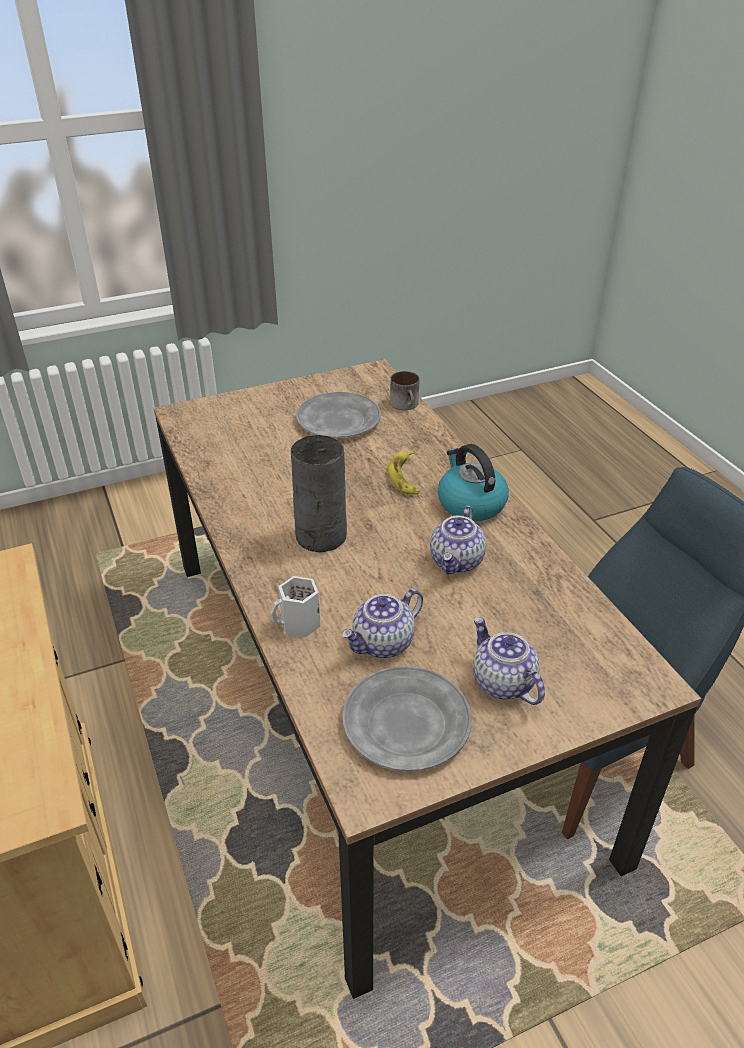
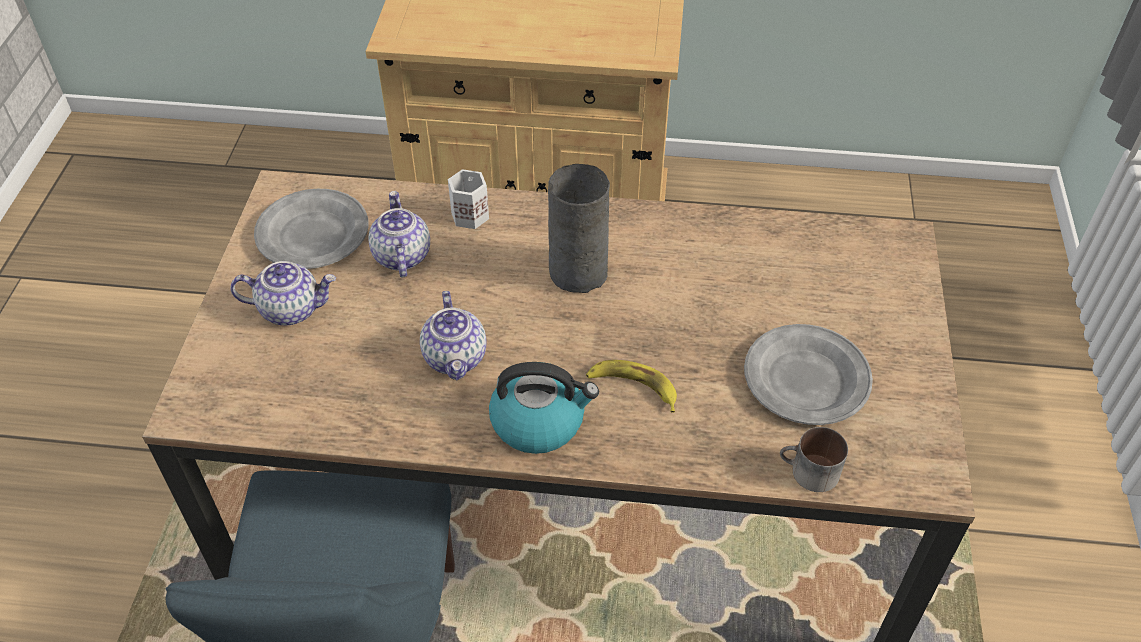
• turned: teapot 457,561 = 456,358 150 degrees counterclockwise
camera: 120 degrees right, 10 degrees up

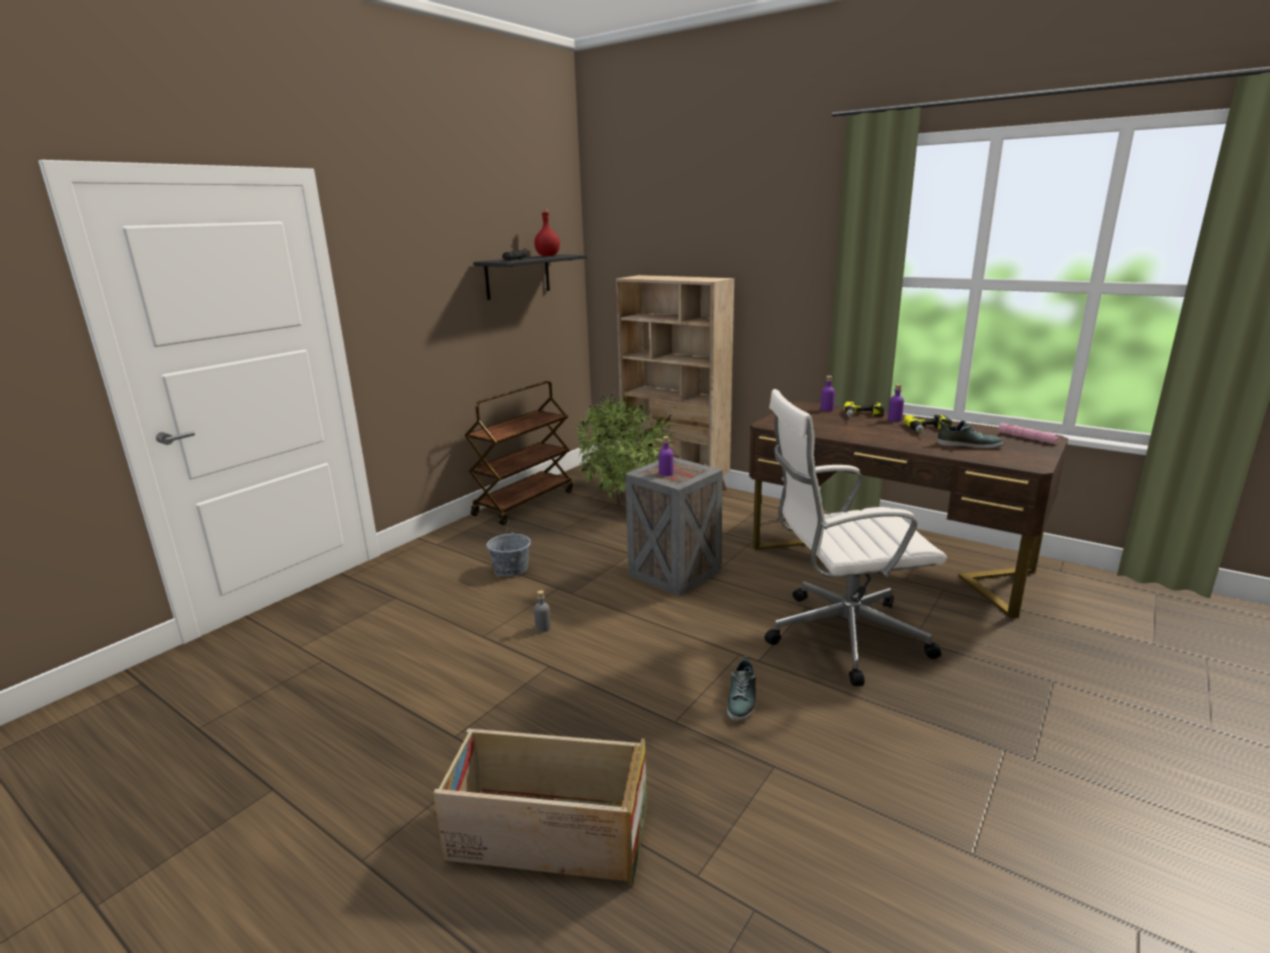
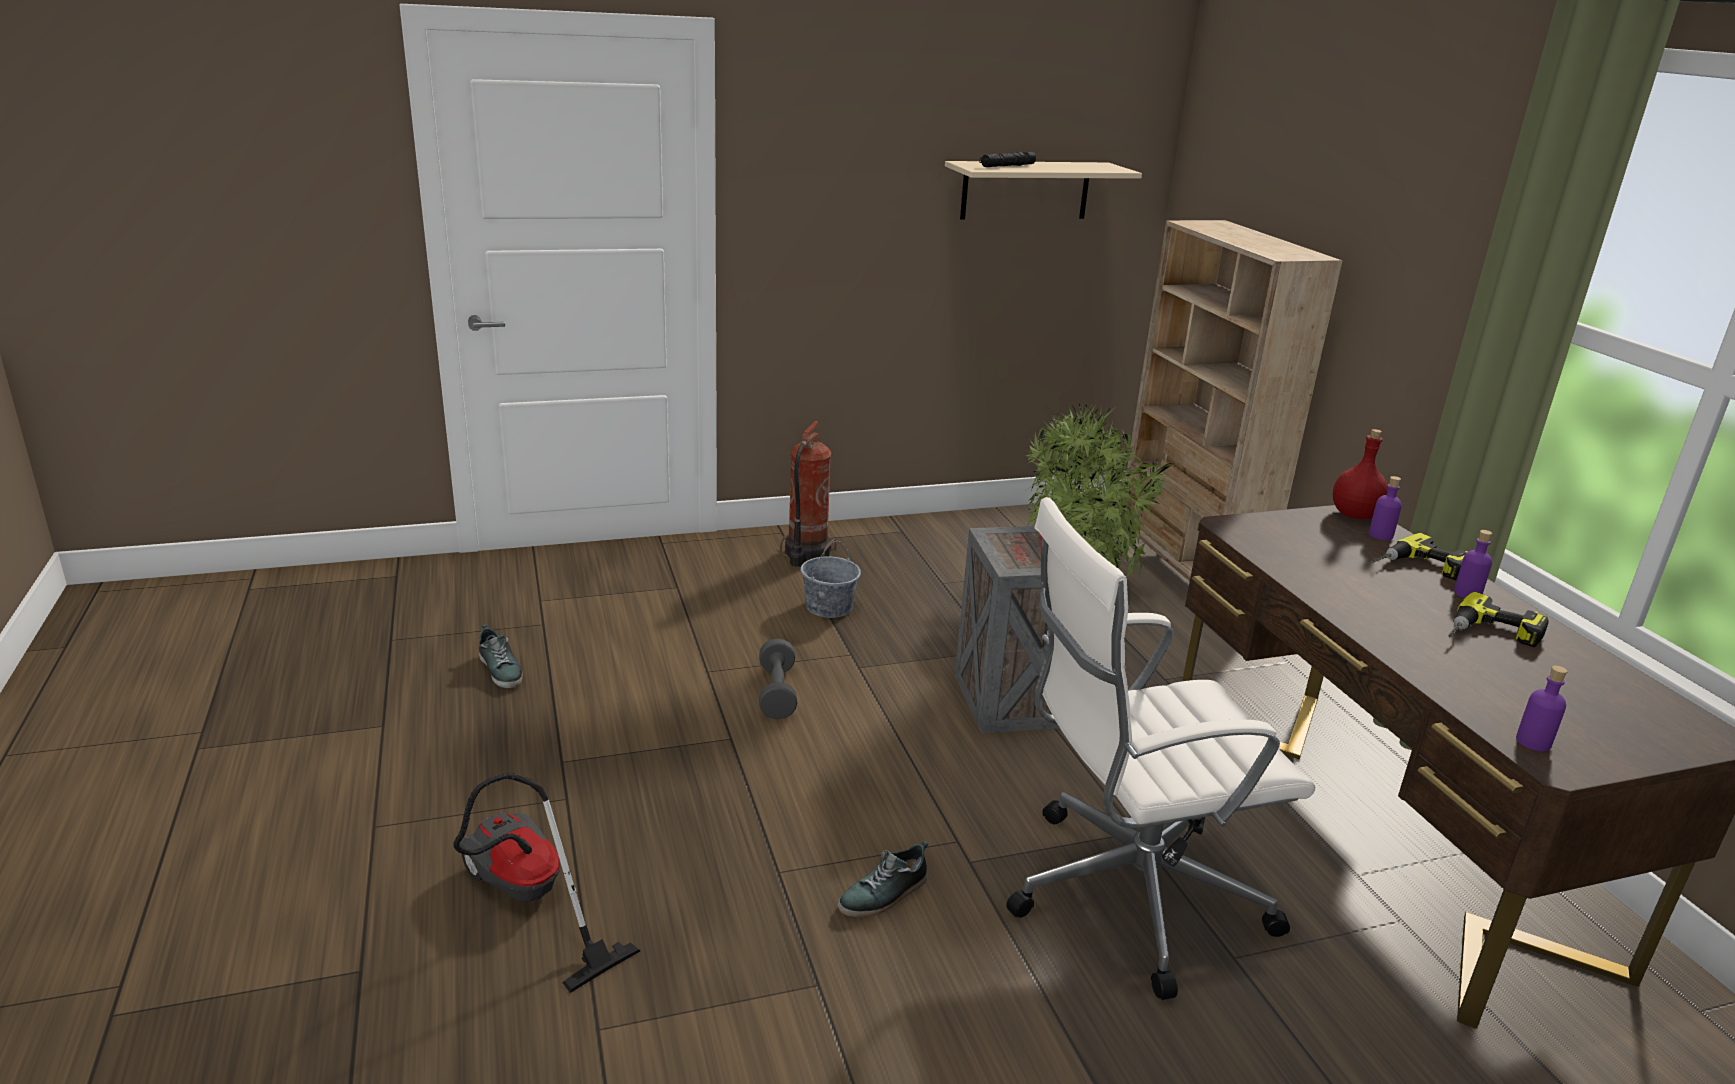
• moved: red-coloured_beverage_bottle 548,256 to 1355,515
• recoloured: black_shelf 518,276 to beige_shelf 1025,190
• removed: brown-coloured_wheeled_cart 524,502
• turned: white_computer_chair 841,635 = 1128,894 45 degrees counterclockwise
• moved: item_of_footwear 968,444 to 501,670
• removed: pink-coloured_flashlight 1027,438
• moved: purple_beverage_bottle 666,473 to 1533,742
• replaced: gray_beverage_bottle 543,628 to gray_hand_weight 777,693
• replaced: crate 547,834 to vacuum_cleaner 525,901
• added: fire-fighting_cylinder 805,554
camera: 35 degrees right, 5 degrees up

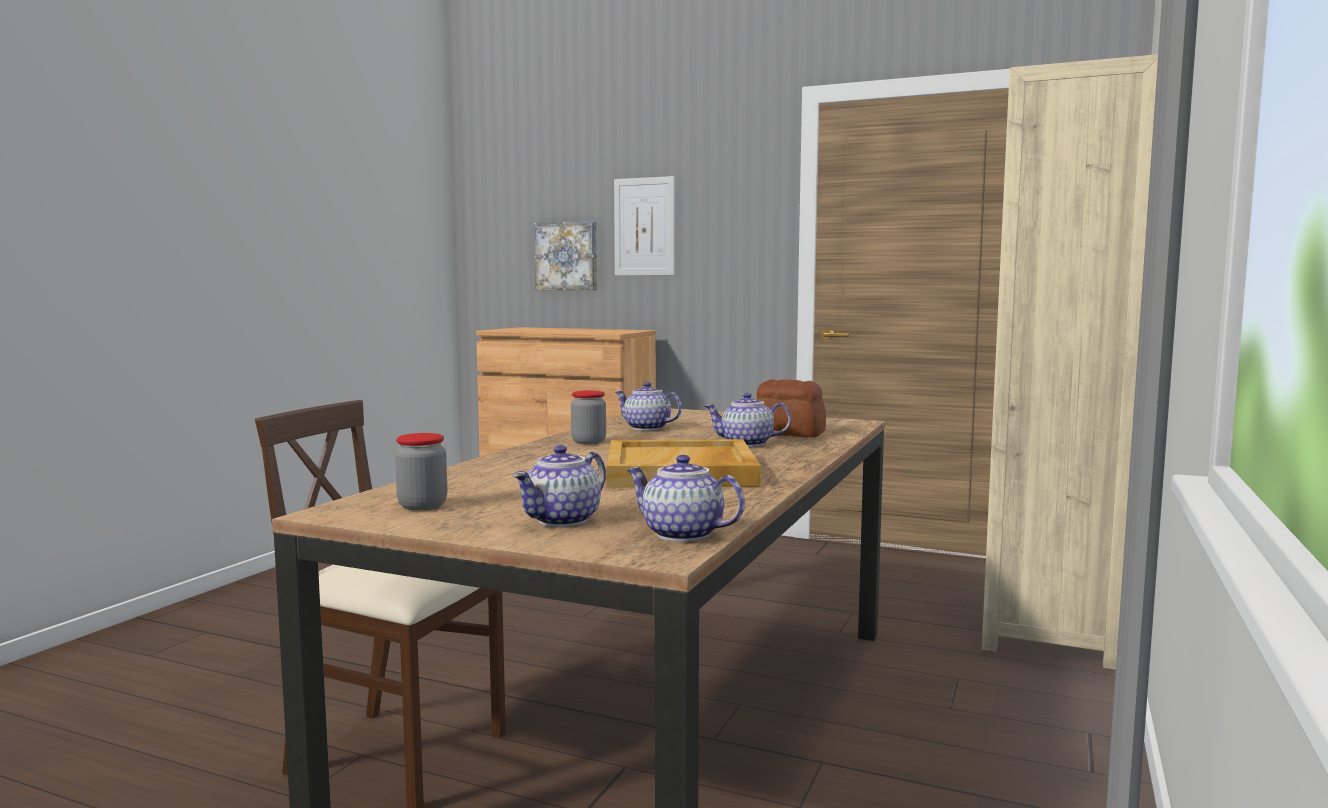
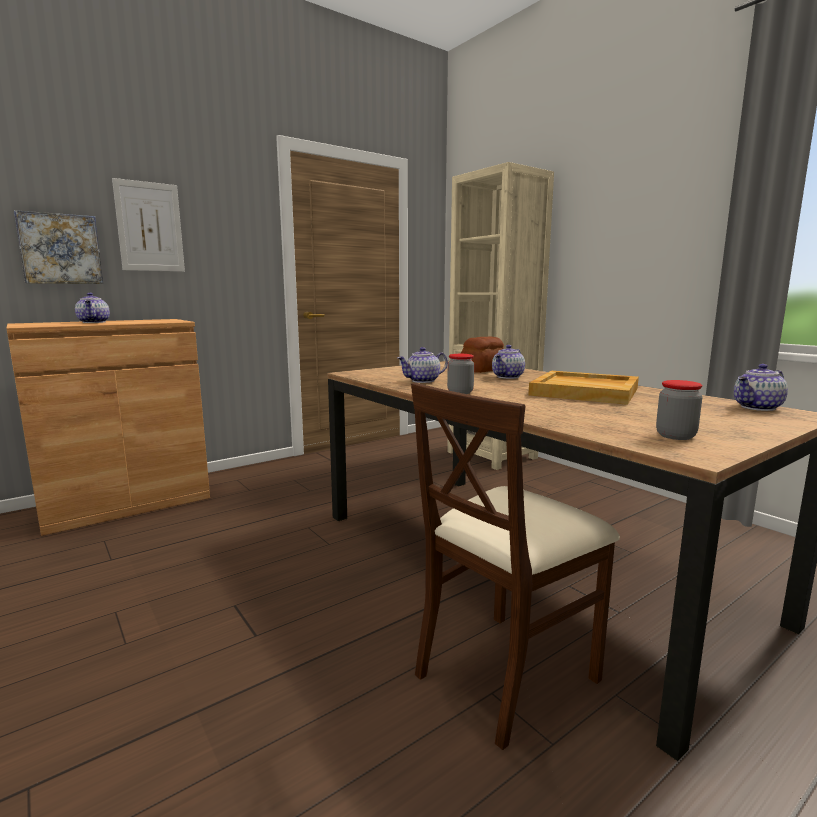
• moved: teapot 563,521 to 94,322
camera: 60 degrees left, 5 degrees up

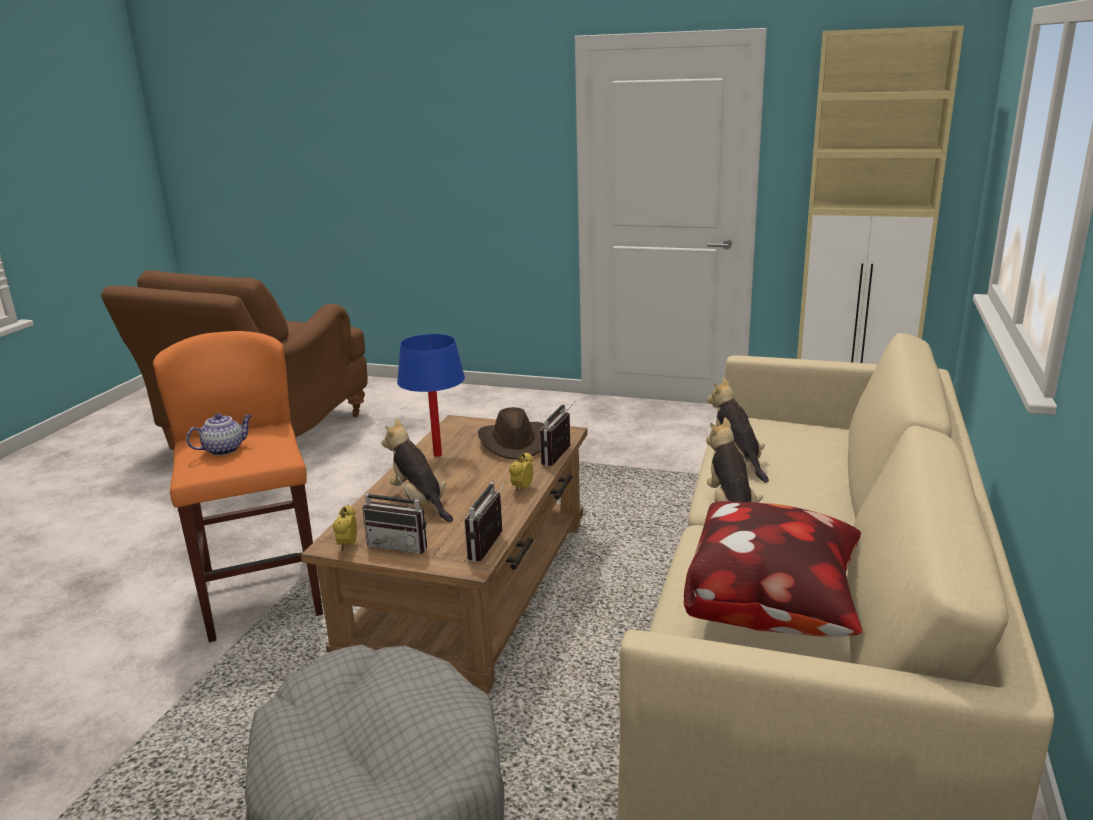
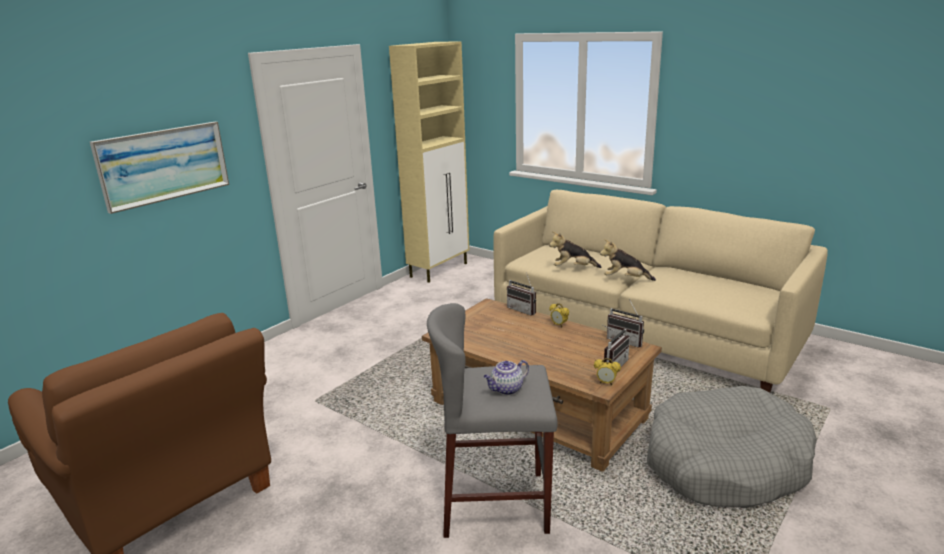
• recoloured: orangey_stool 262,594 to gray_stool 495,503
• removed: blue-coloured_table_lamp 437,455
• removed: brown-coloured_wearable_hat 515,442
• turned: teapot 224,449 = 506,389 105 degrees counterclockwise
• removed: soft_toy 420,502
• removed: cushion 773,610
• added: wall_art 164,164
camera: 70 degrees left, 0 degrees up

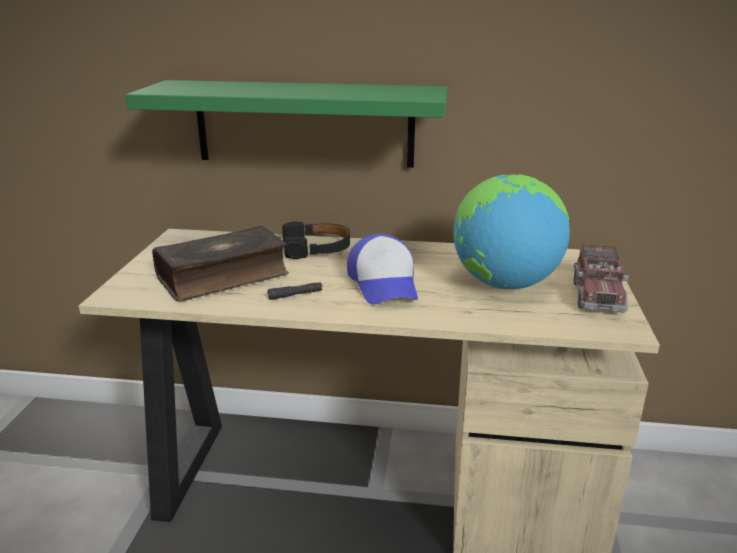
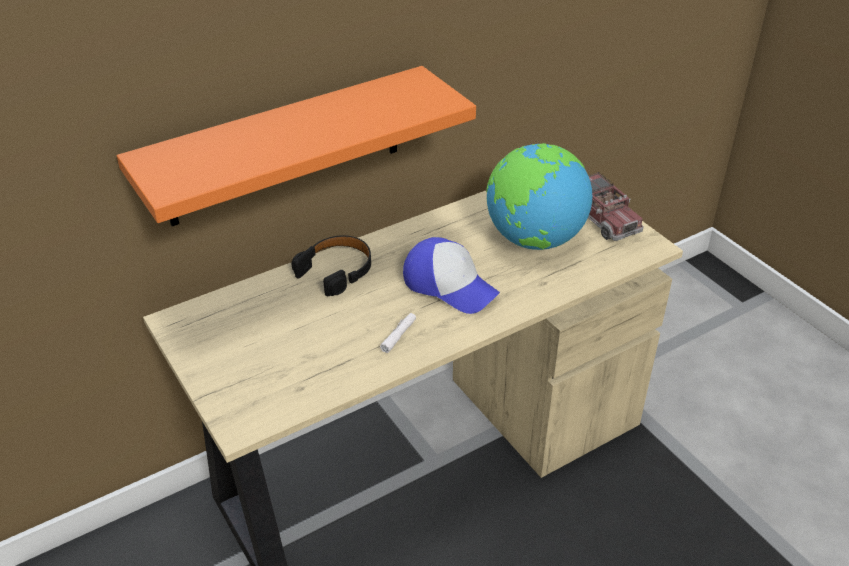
• recoloured: greenish_shelf 304,124 to orangey_shelf 285,147
• removed: bound_book 223,276
• recoloured: black_flashlight 295,295 to white_flashlight 398,336
camera: 40 degrees left, 15 degrees up

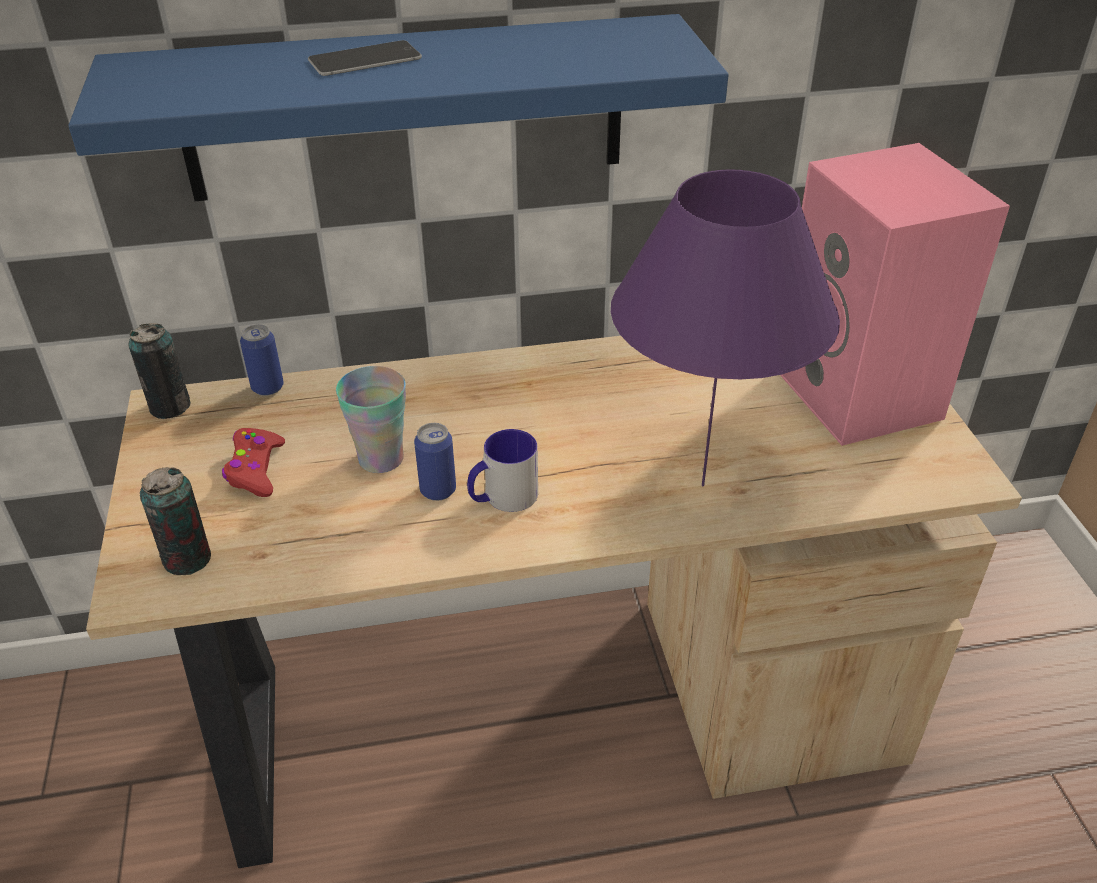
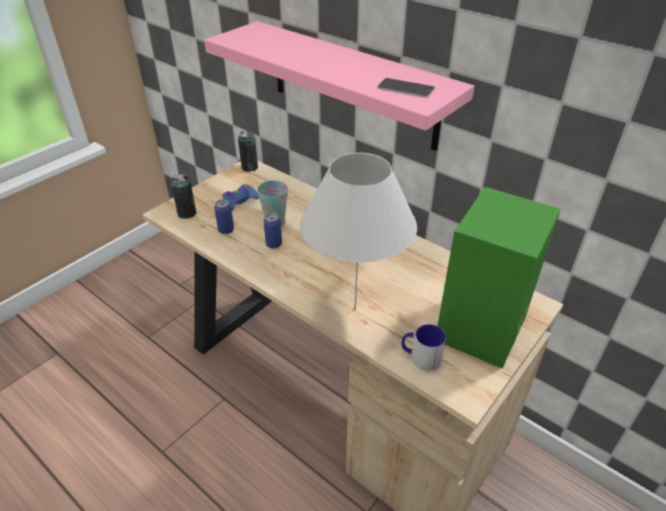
• recoloured: blue-coloured_shelf 405,109 to pink-coloured_shelf 352,84
• moved: telephone 365,59 to 405,88
• recoloured: pink-coloured_loudspeaker 862,395 to greenish_loudspeaker 482,330
• recoloured: purple_table_lamp 702,485 to white_table_lamp 355,309
• moved: can 267,387 to 226,230
• recoloured: red-coloured_joypad 255,470 to blue-coloured_joypad 240,201
• moved: tea_mug 502,498 to 420,357
camera: 50 degrees right, 0 degrees up

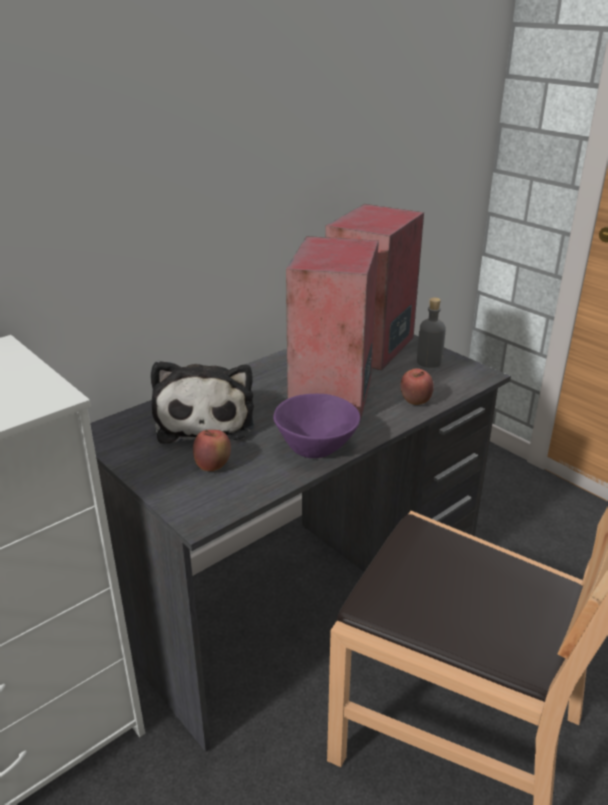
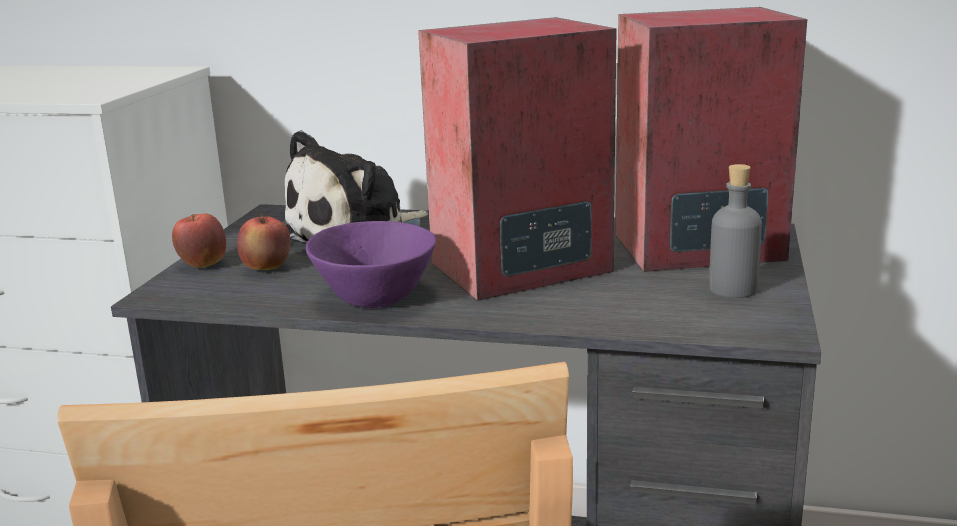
• moved: apple 415,402 to 203,265
camera: 55 degrees right, 10 degrees down

